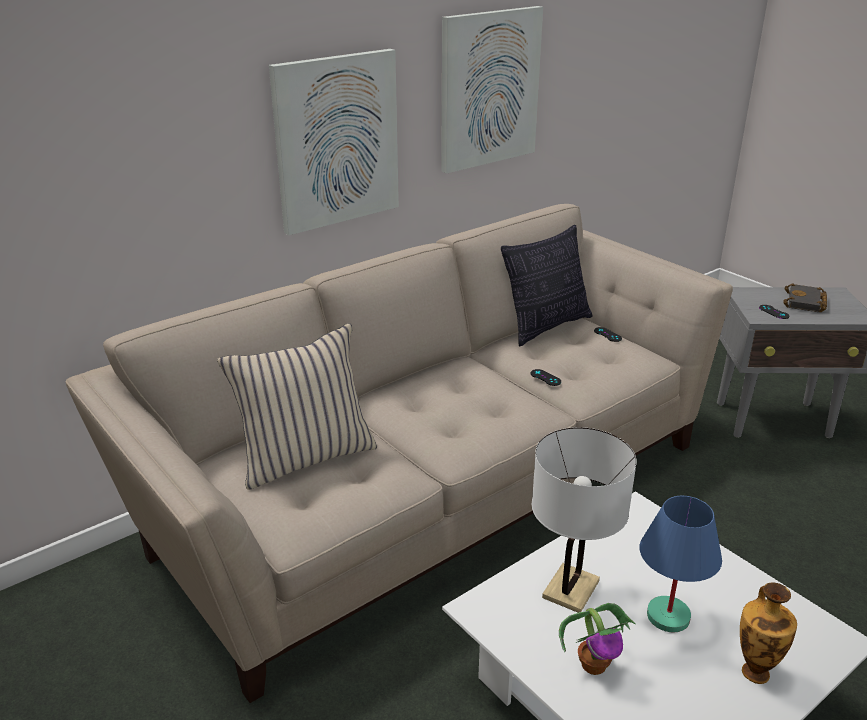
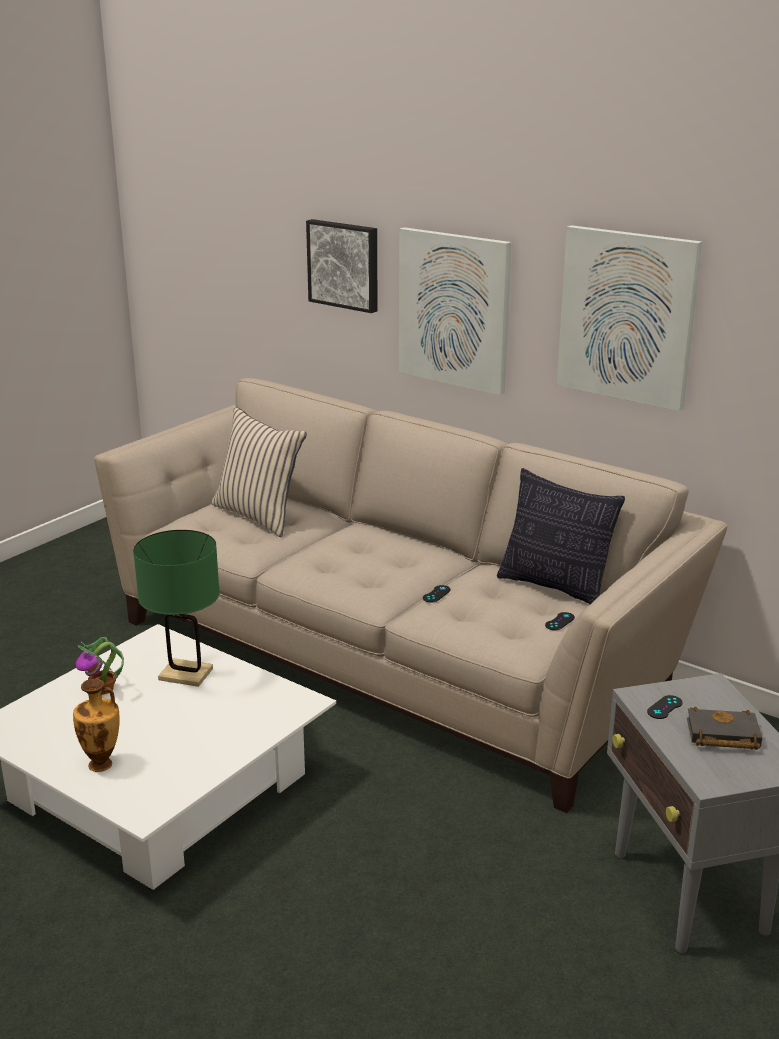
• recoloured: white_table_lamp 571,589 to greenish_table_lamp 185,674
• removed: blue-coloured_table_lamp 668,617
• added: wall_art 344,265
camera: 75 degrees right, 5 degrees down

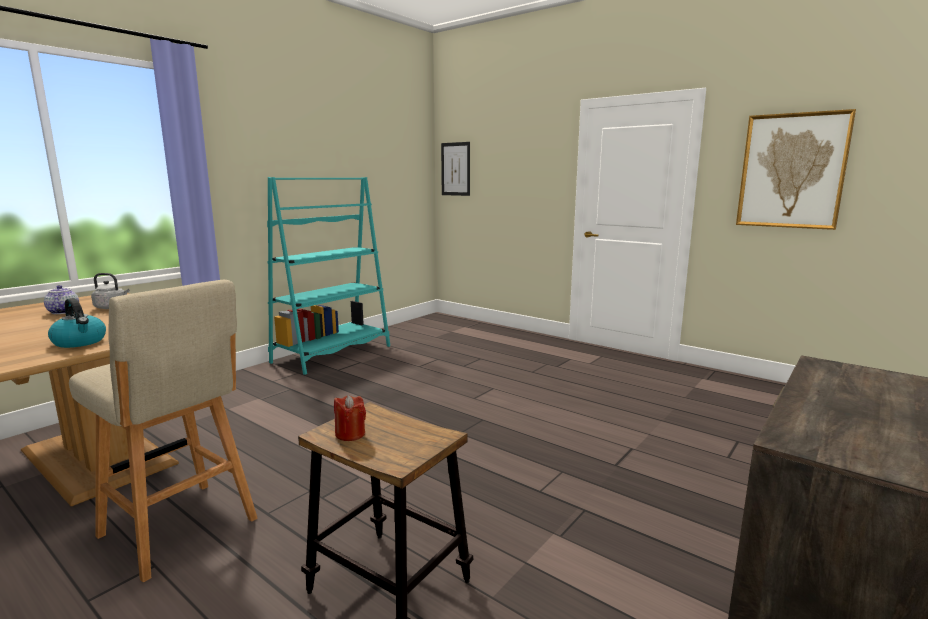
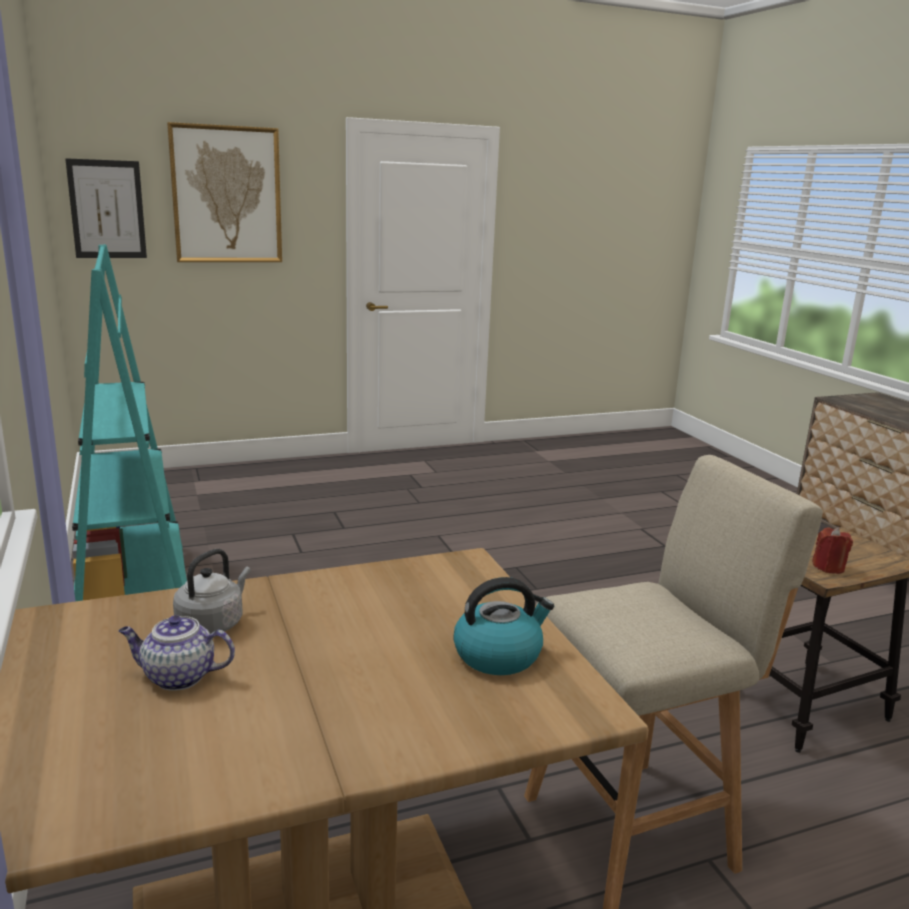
• moved: wall_art 792,171 to 226,195
camera: 60 degrees left, 5 degrees up

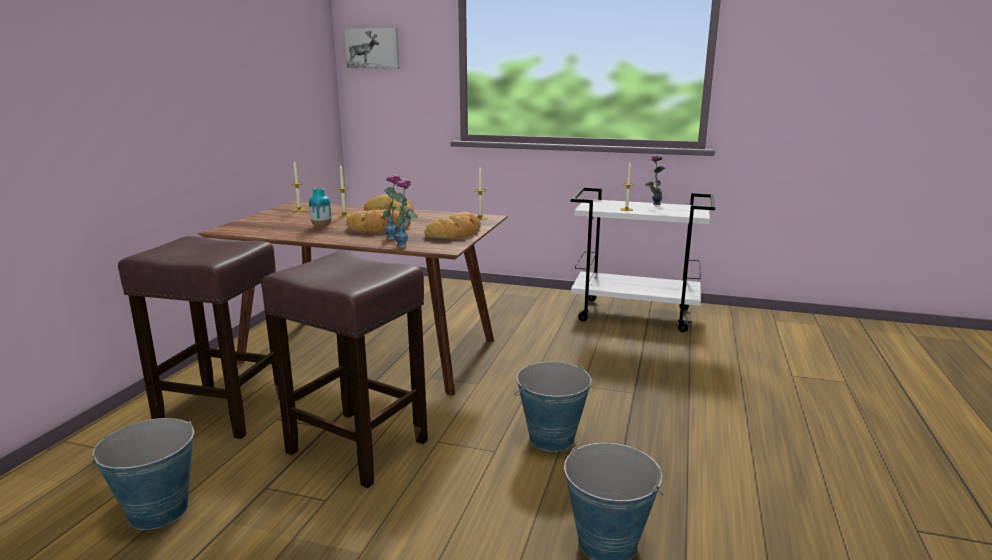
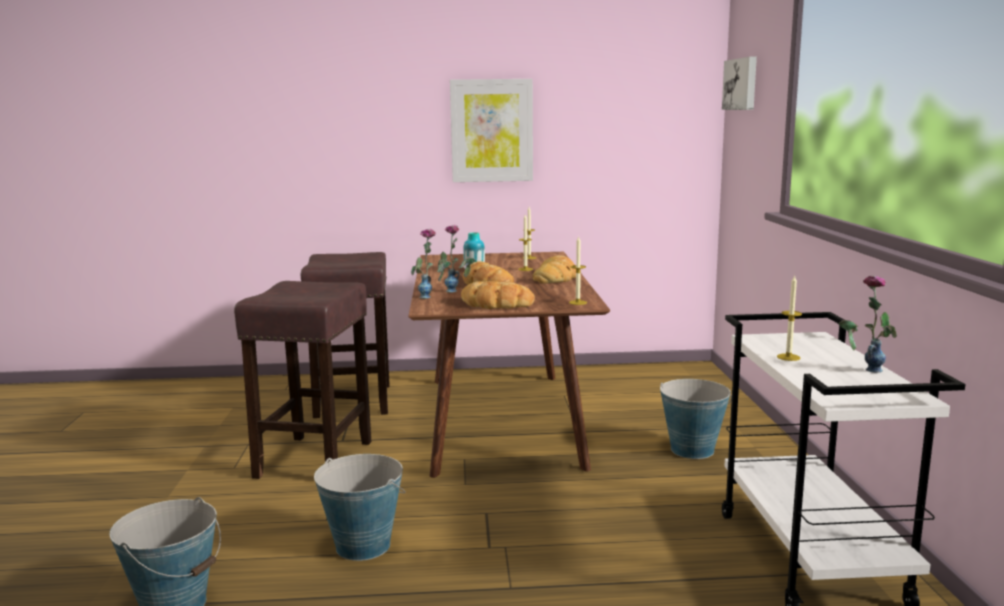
• moved: pail 158,511 to 691,449
• added: wall_art 491,130
camera: 70 degrees right, 5 degrees down

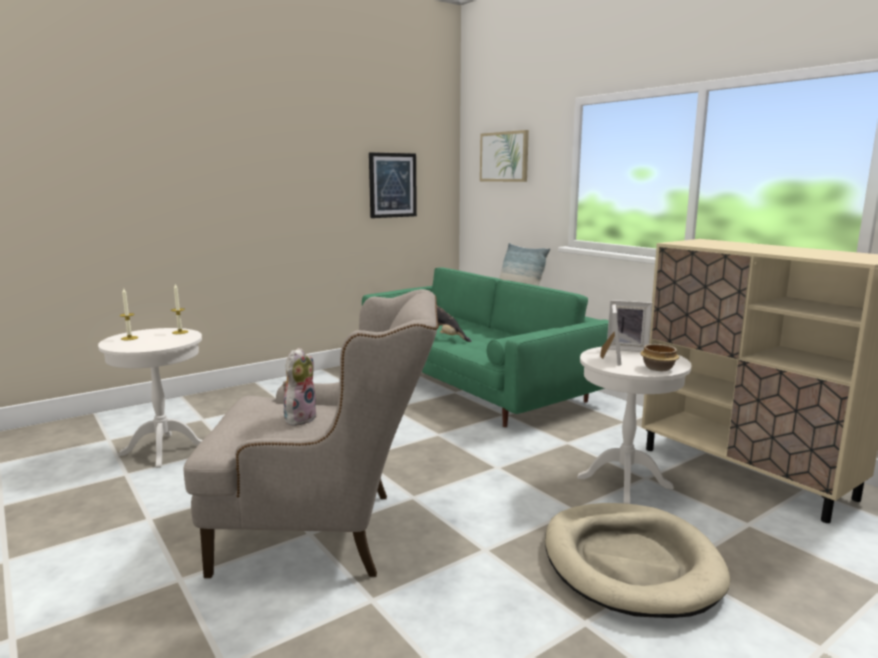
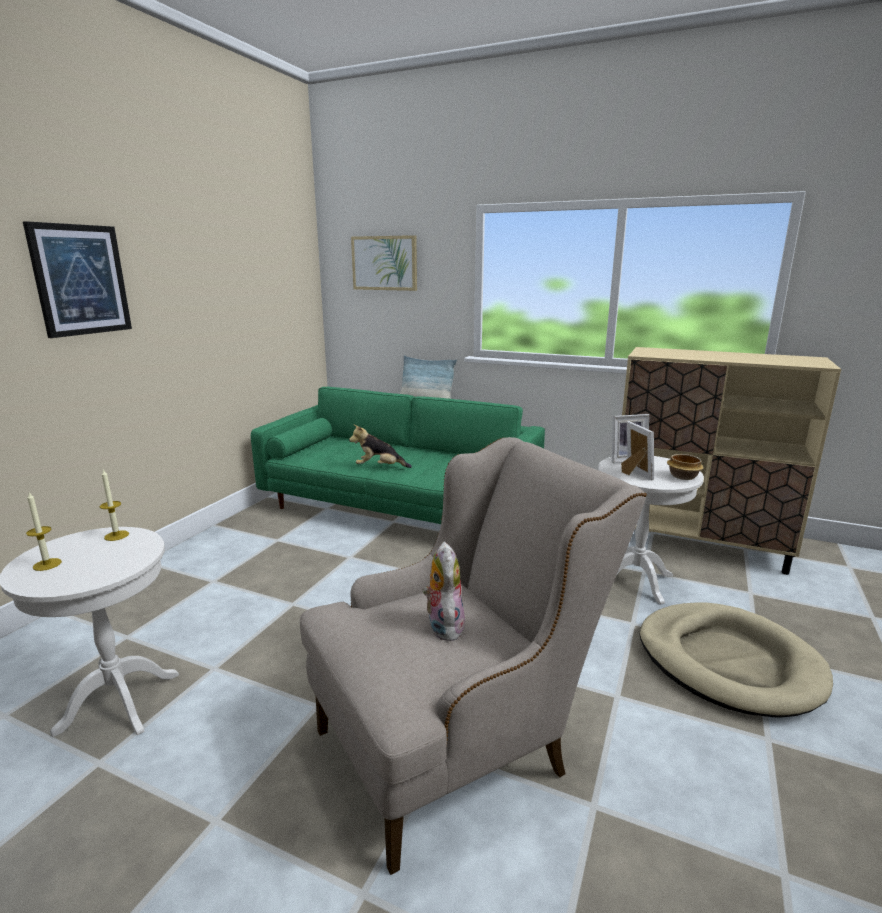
• moved: wall_art 392,185 to 80,280
camera: 30 degrees left, 5 degrees up

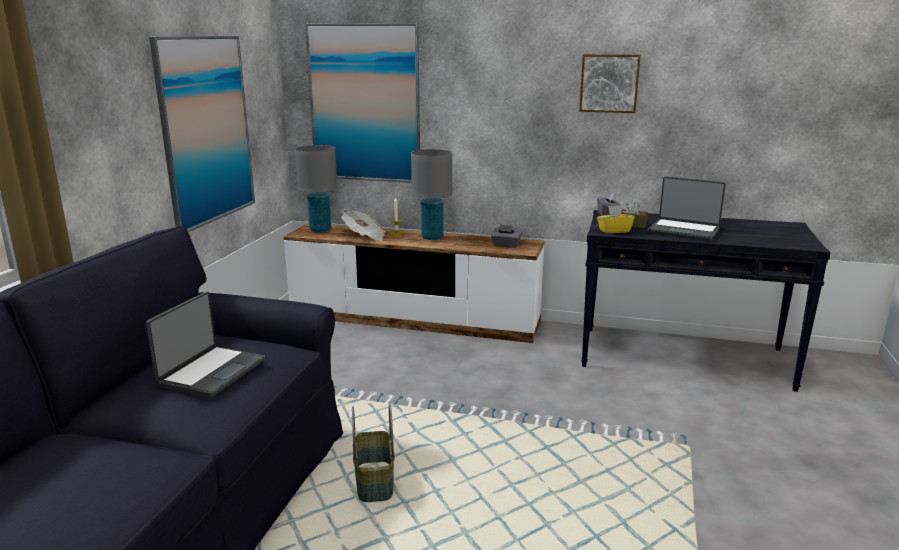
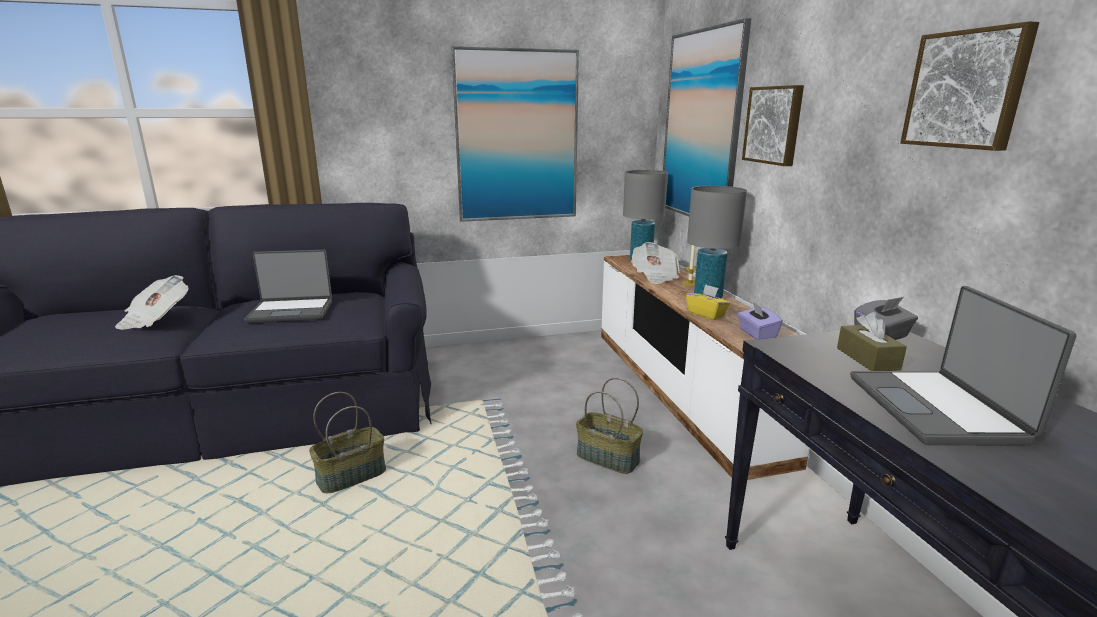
• moved: yellow_tissue_holder 614,231 to 706,314
• recoloured: gray_tissue_holder 506,245 to purple_tissue_holder 756,334
• added: wall_art 774,125
• added: printed_paper 155,319
• added: basket 606,458
camera: 60 degrees right, 0 degrees up

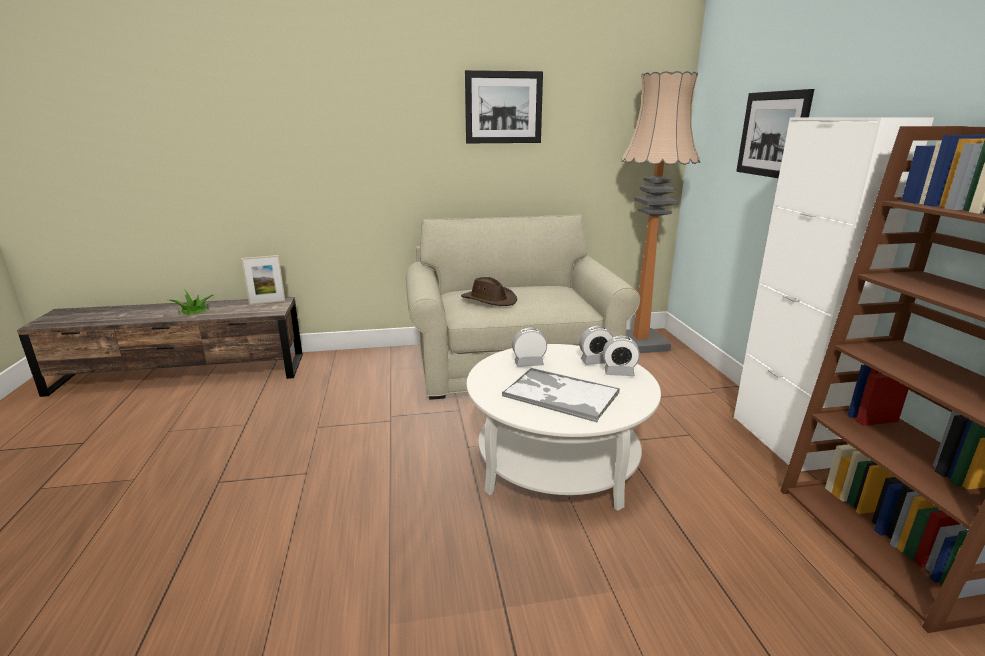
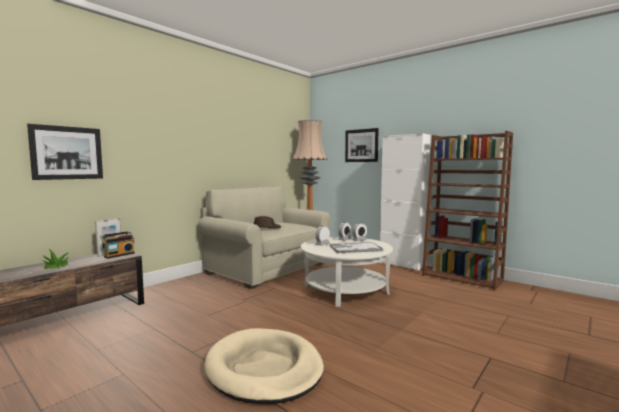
• moved: wall_art 503,107 to 67,153
• added: radio_receiver 119,255
• added: beige_dog_cushion 264,369
camera: 40 degrees left, 15 degrees down

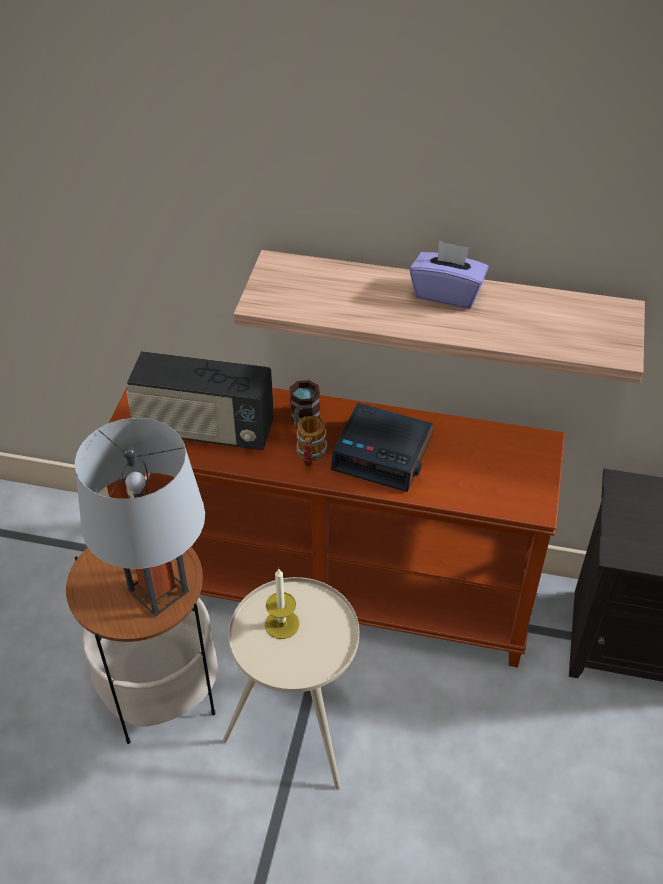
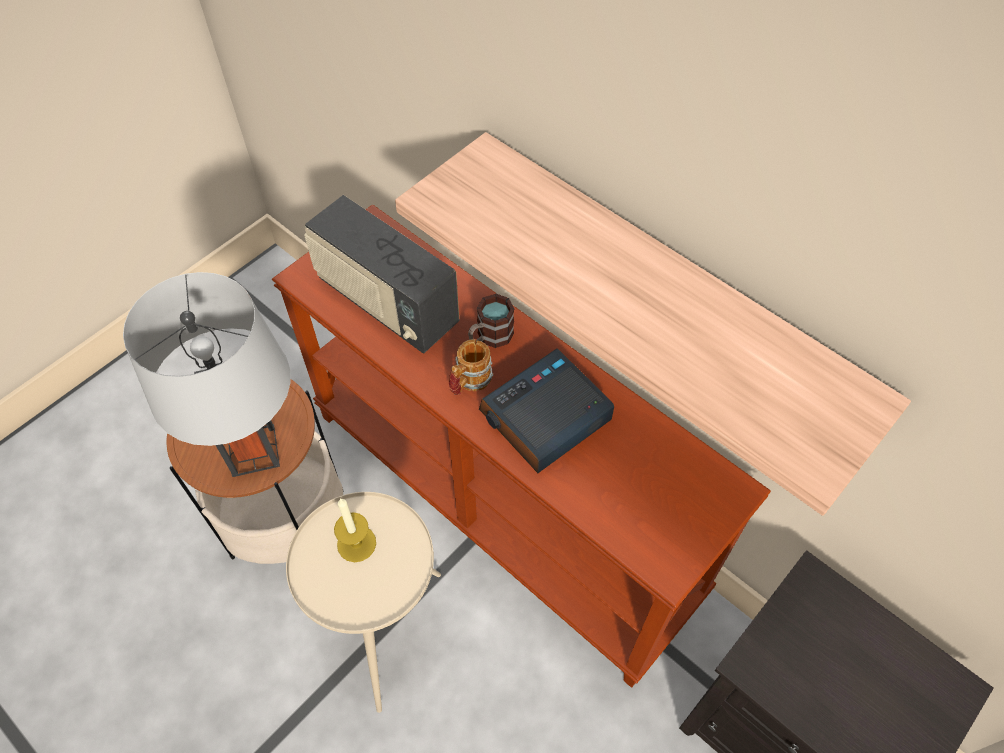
• removed: purple_tissue_holder 447,293
• turned: table_clock 383,454 = 545,418 90 degrees clockwise
camera: 30 degrees right, 10 degrees up

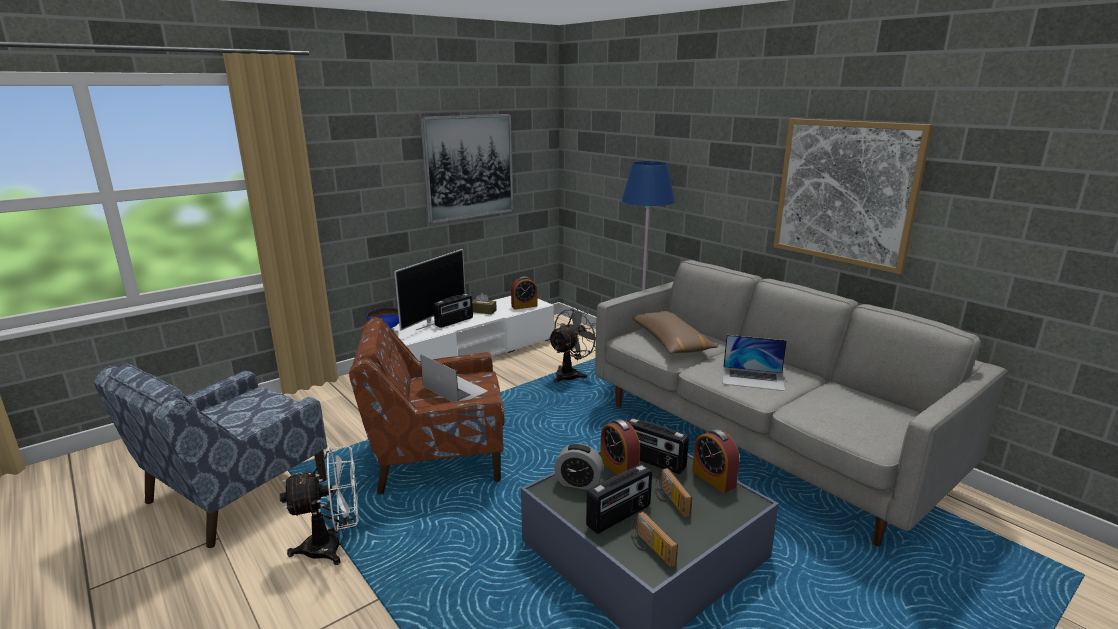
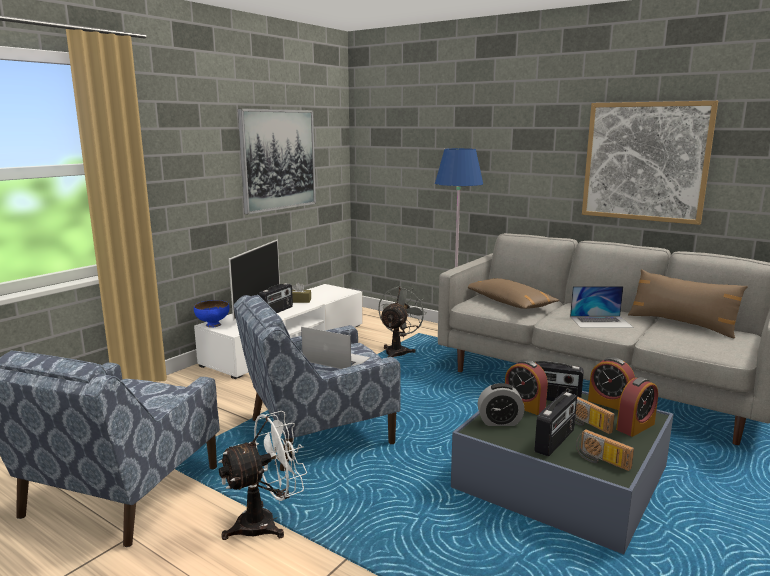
• moved: table_clock 524,306 to 635,426
• recoloured: brown-coloured_armchair 436,457 to blue-coloured_armchair 317,432
• added: brown-coloured_cushion 681,324
camera: 15 degrees left, 5 degrees down

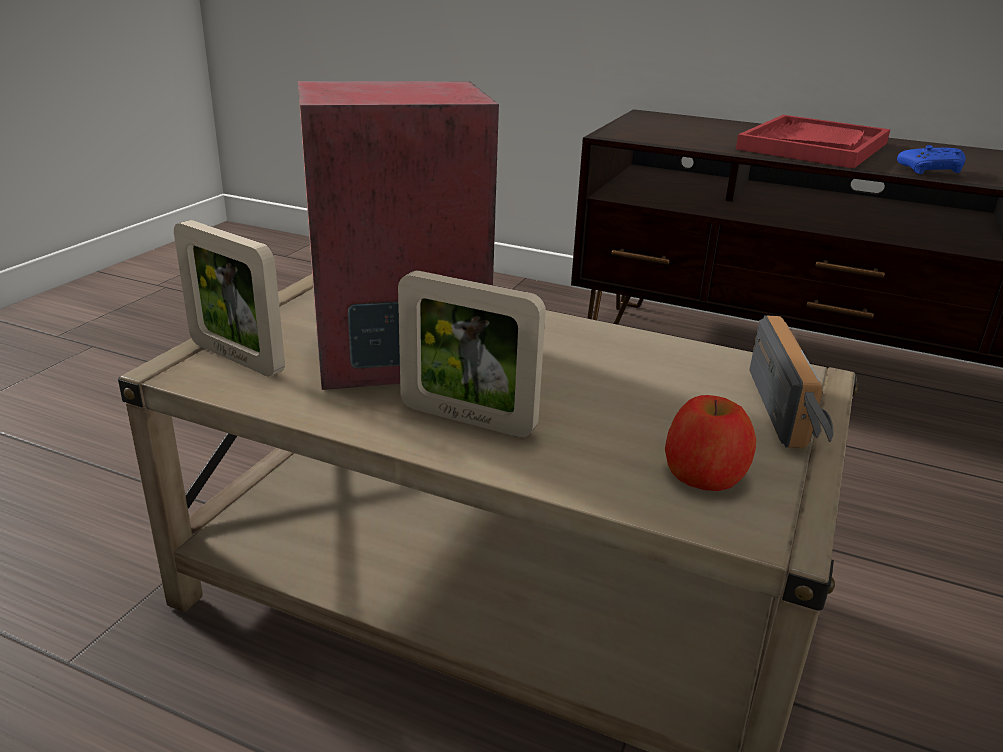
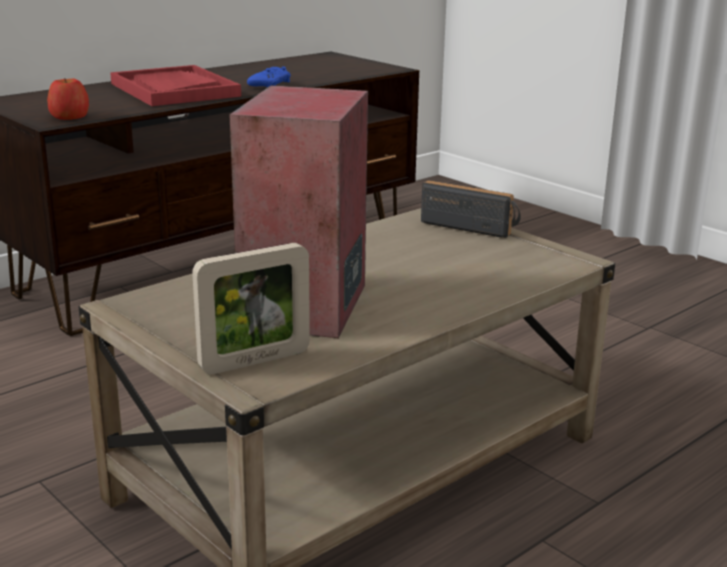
• removed: standing_frame 467,419
• moved: apple 704,474 to 70,117
camera: 65 degrees left, 5 degrees down

